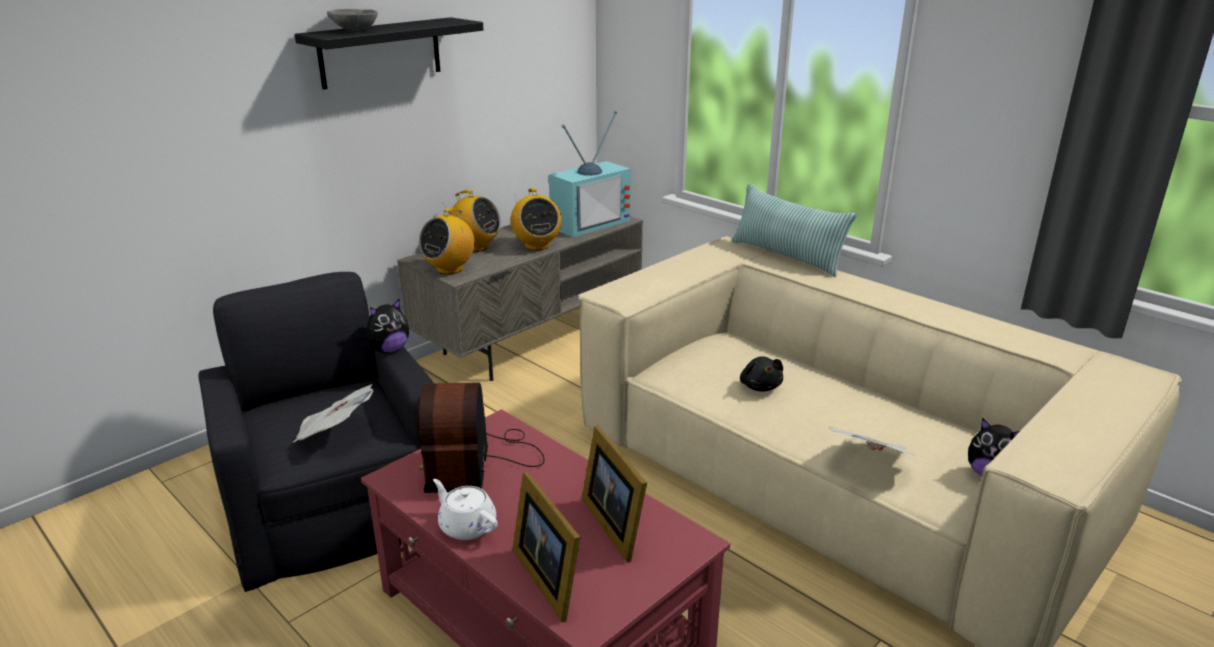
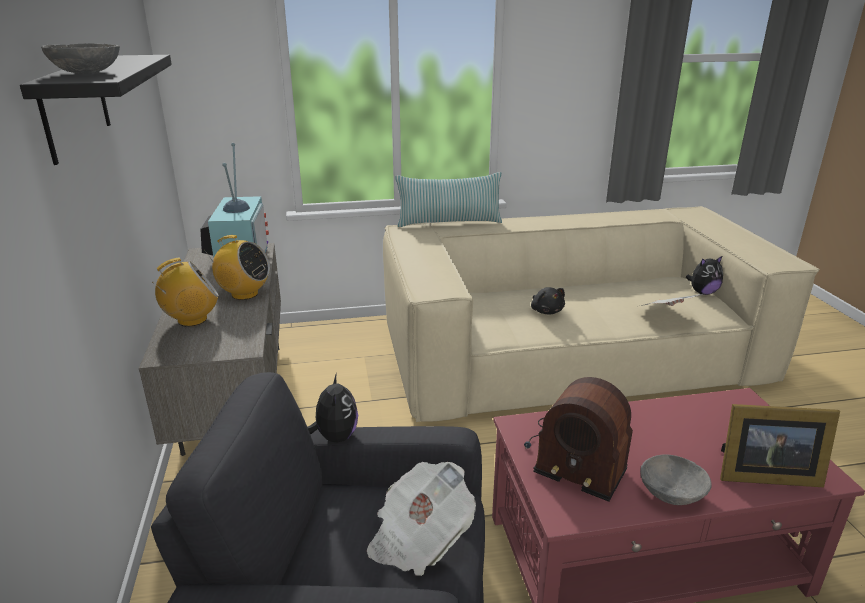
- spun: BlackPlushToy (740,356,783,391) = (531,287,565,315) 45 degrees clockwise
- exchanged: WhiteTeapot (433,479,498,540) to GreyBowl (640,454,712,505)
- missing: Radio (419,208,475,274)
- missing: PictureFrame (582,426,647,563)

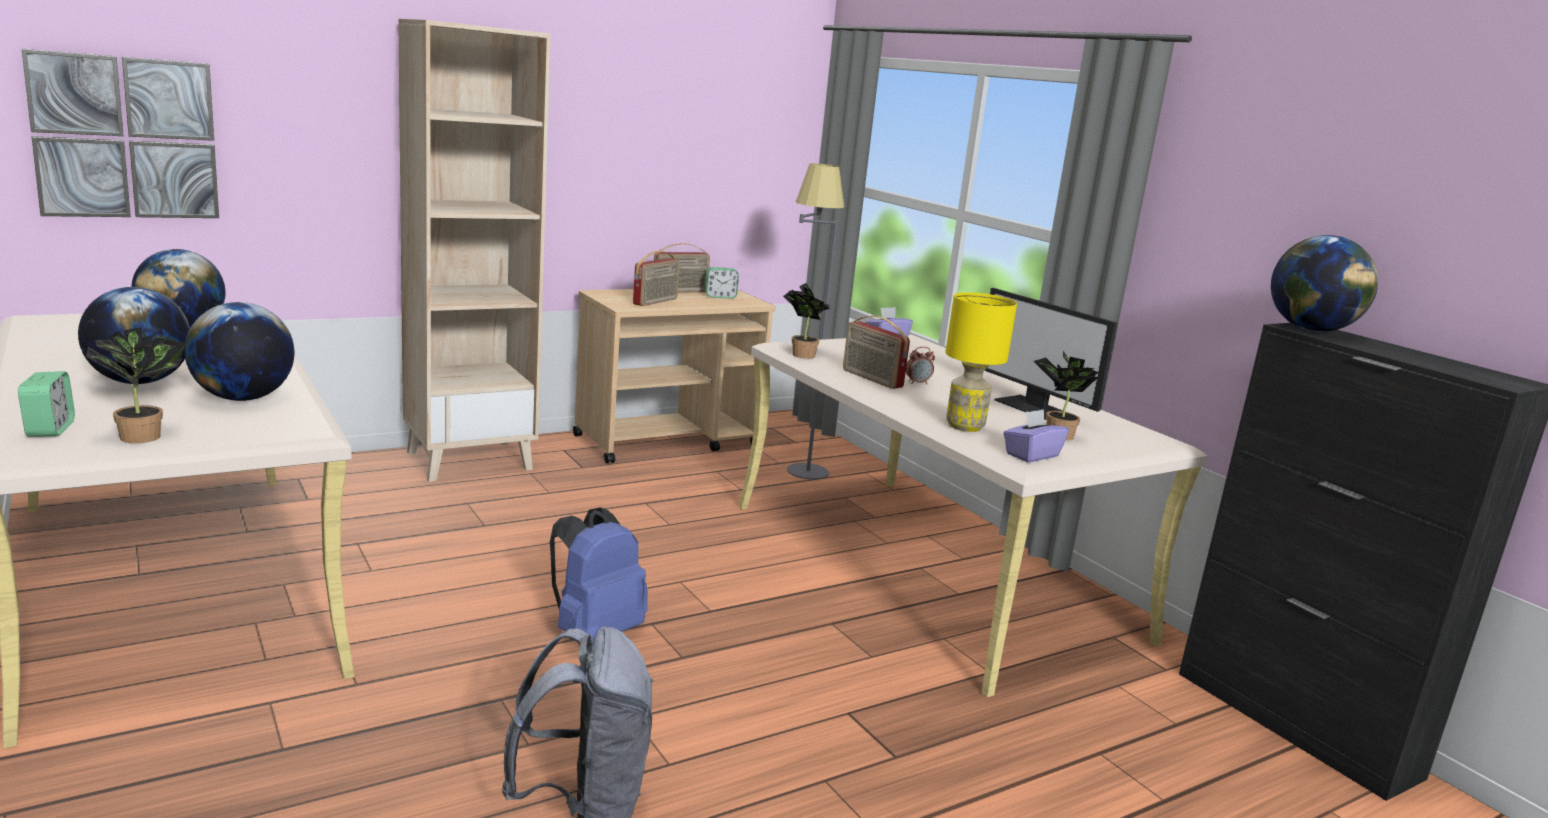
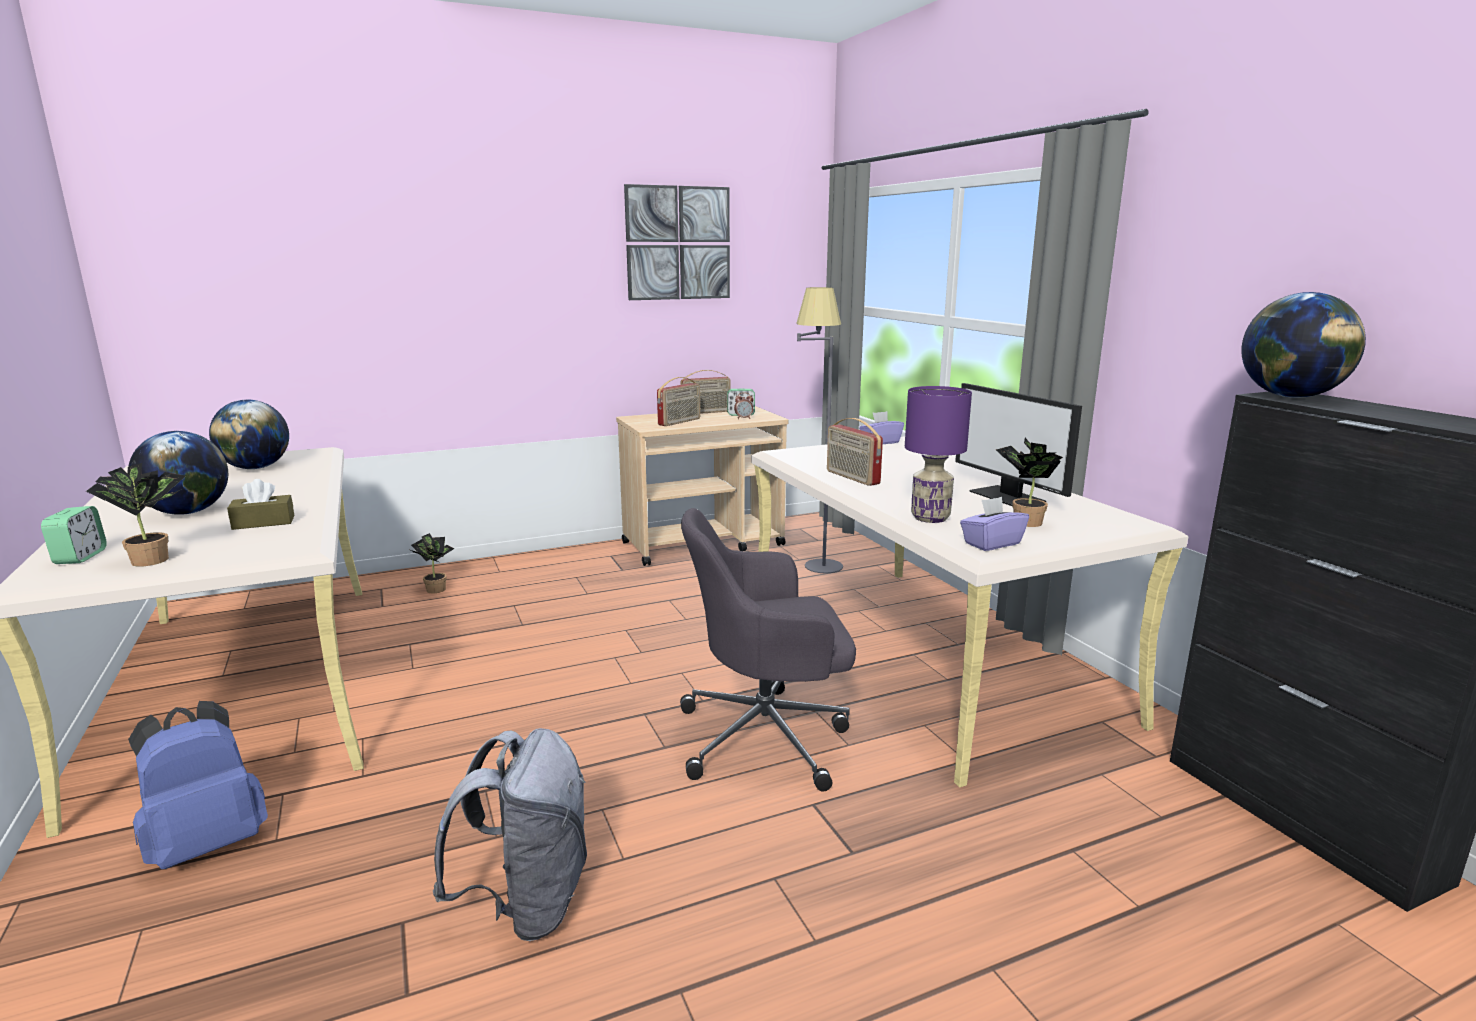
- relocated: BlueBackpack (550,507,648,639) to (128,701,268,869)
- exchanged: Globe (184,302,294,401) to BrownTissueBox (227,479,294,530)
- relocated: PottedPlant (783,283,831,359) to (408,533,455,593)
- relocated: Picture (22,49,219,218) to (624,184,730,300)
- appeared: GreyOfficeChair (680,508,856,791)
- relocated: AlarmClock (906,347,935,384) to (734,392,754,419)
- colour: YellowTableLamp (945,292,1017,432) to PurpleTableLamp (905,386,972,523)
- missing: BeigeBookcase (398,19,551,482)

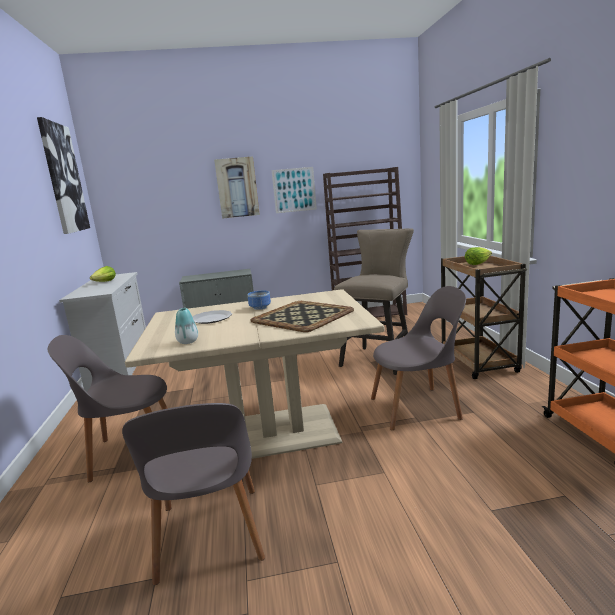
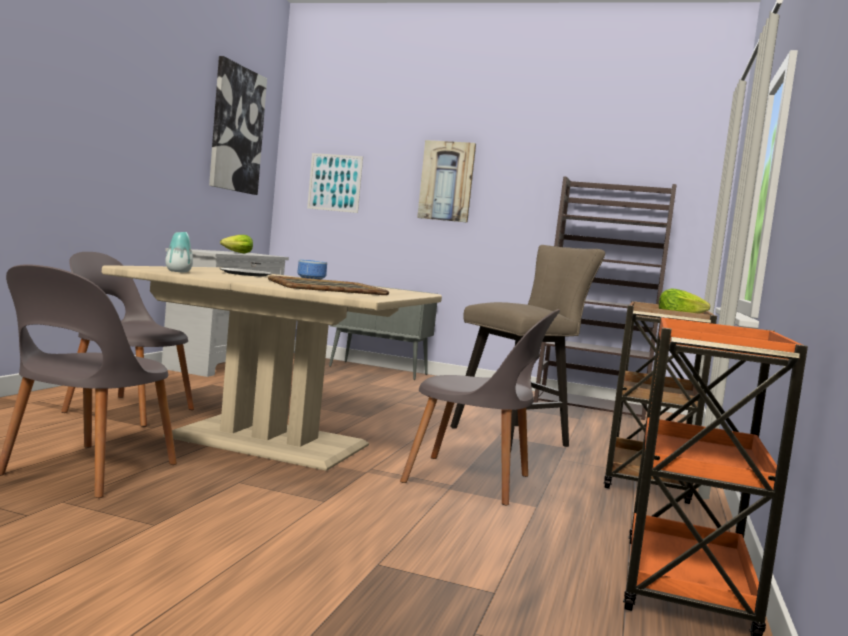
- relocated: Picture (271,167,317,213) to (307,153,363,213)

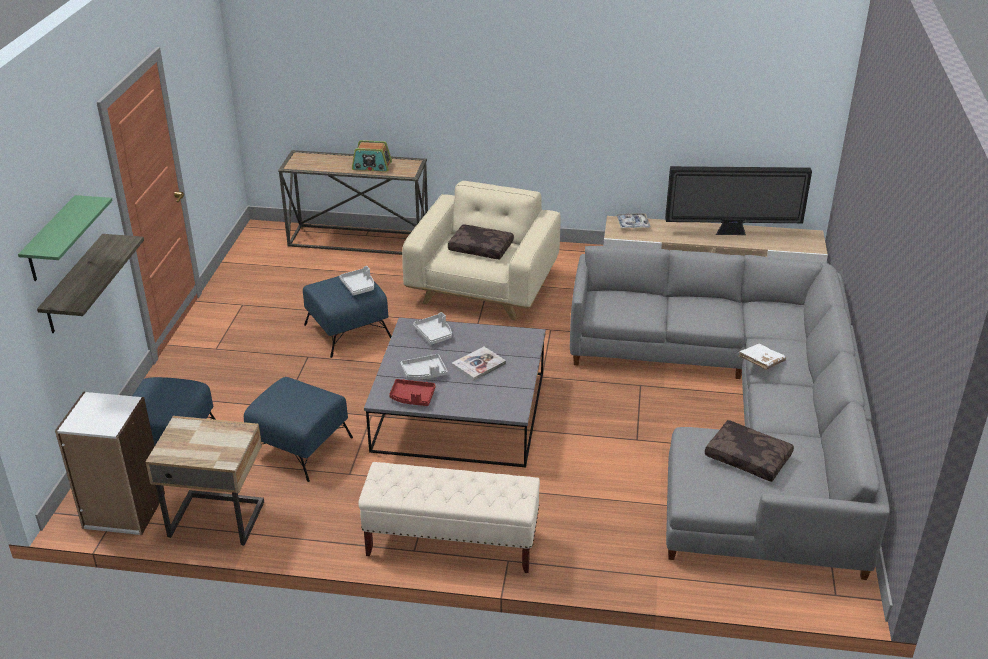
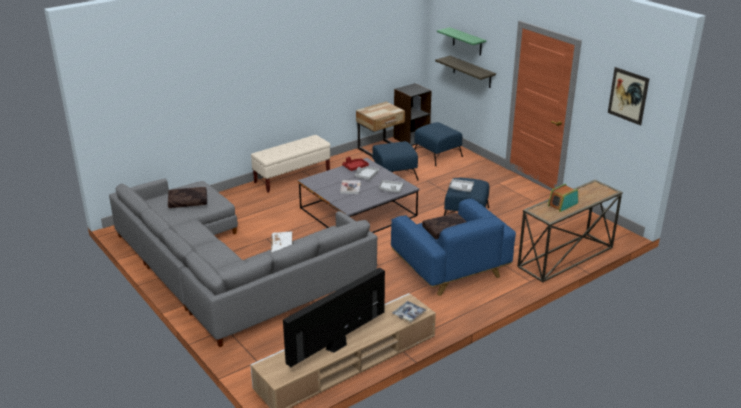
- relocated: WhiteBook (739,343,786,370) to (271,231,292,253)
- colour: BeigeArmchair (402,181,561,320) to BlueArmchair (391,198,516,296)
- colour: WhiteBookcase (55,392,165,535) to BlackBookcase (393,83,432,146)
- appeared: Picture (608,67,649,126)

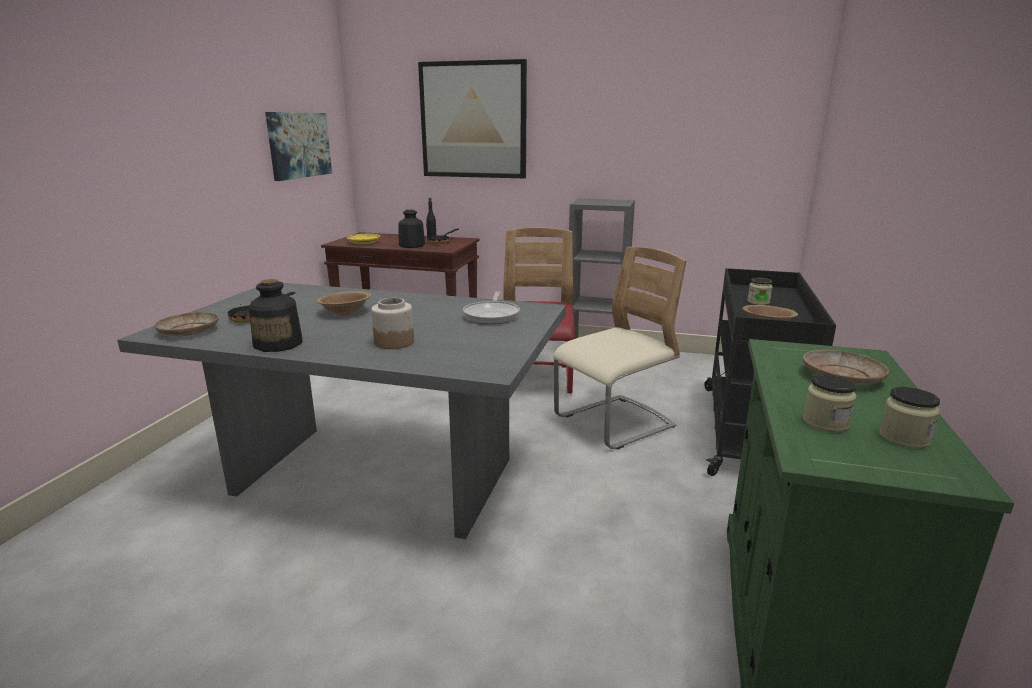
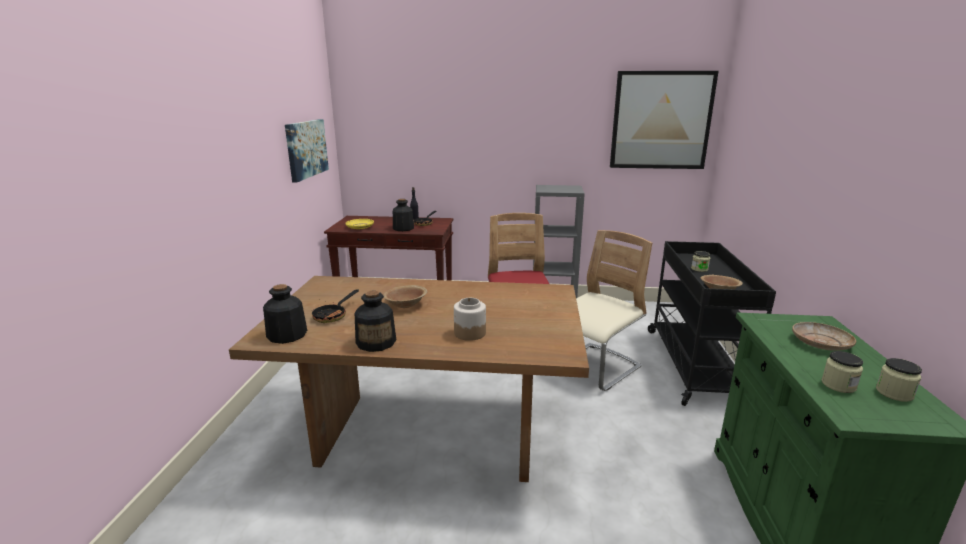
- colour: GreyDiningTable (117,283,566,539) to BrownDiningTable (229,276,589,482)
- exchanged: BeigePlate (154,312,219,336) to Bottle (263,284,307,344)
- relocated: Picture (418,59,527,178) to (610,71,719,169)
- missing: FryingPan (463,291,520,324)

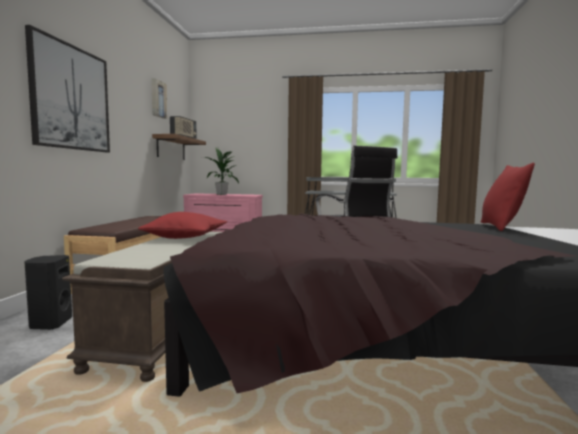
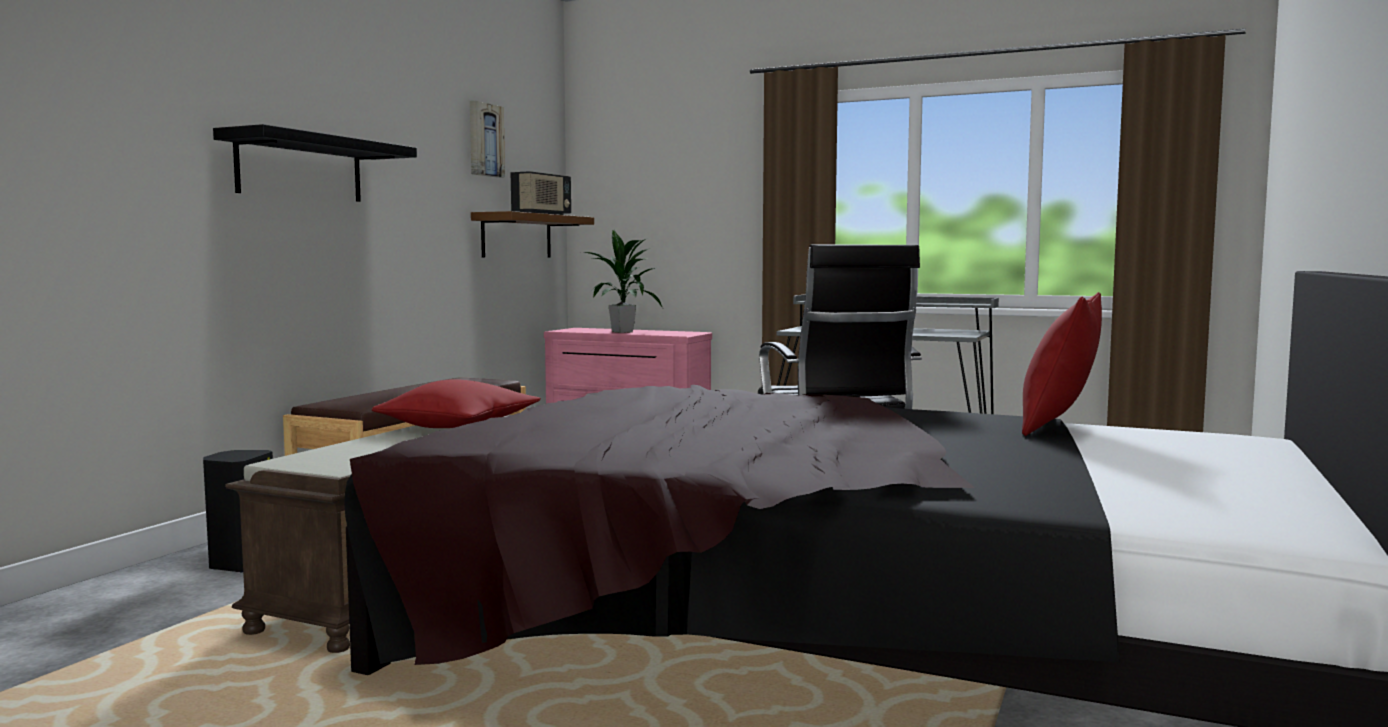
- exchanged: Picture (25,25,110,152) to BlackShelf (213,124,417,202)

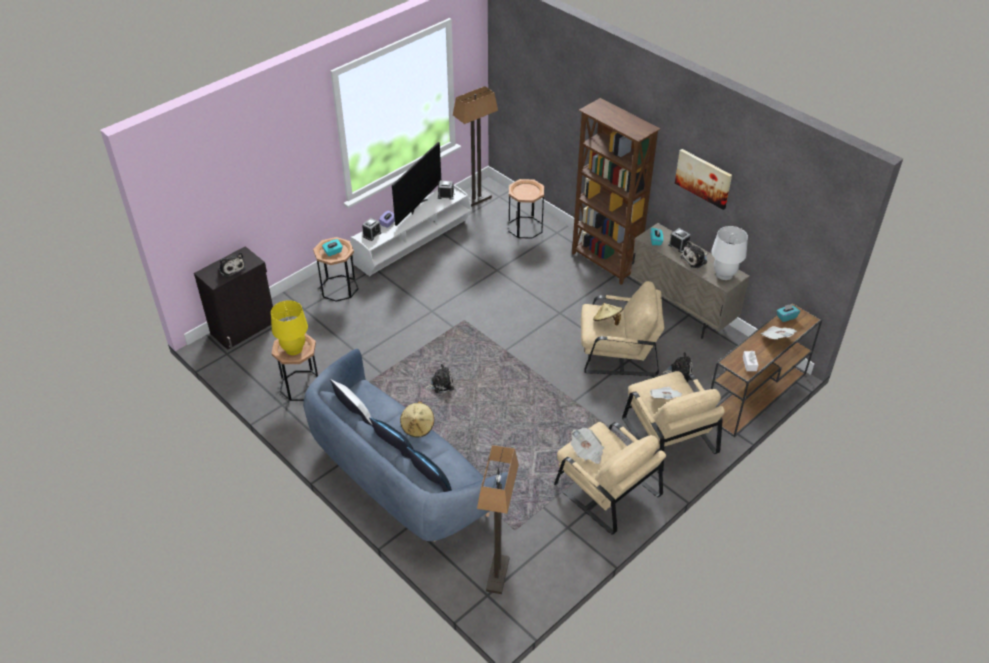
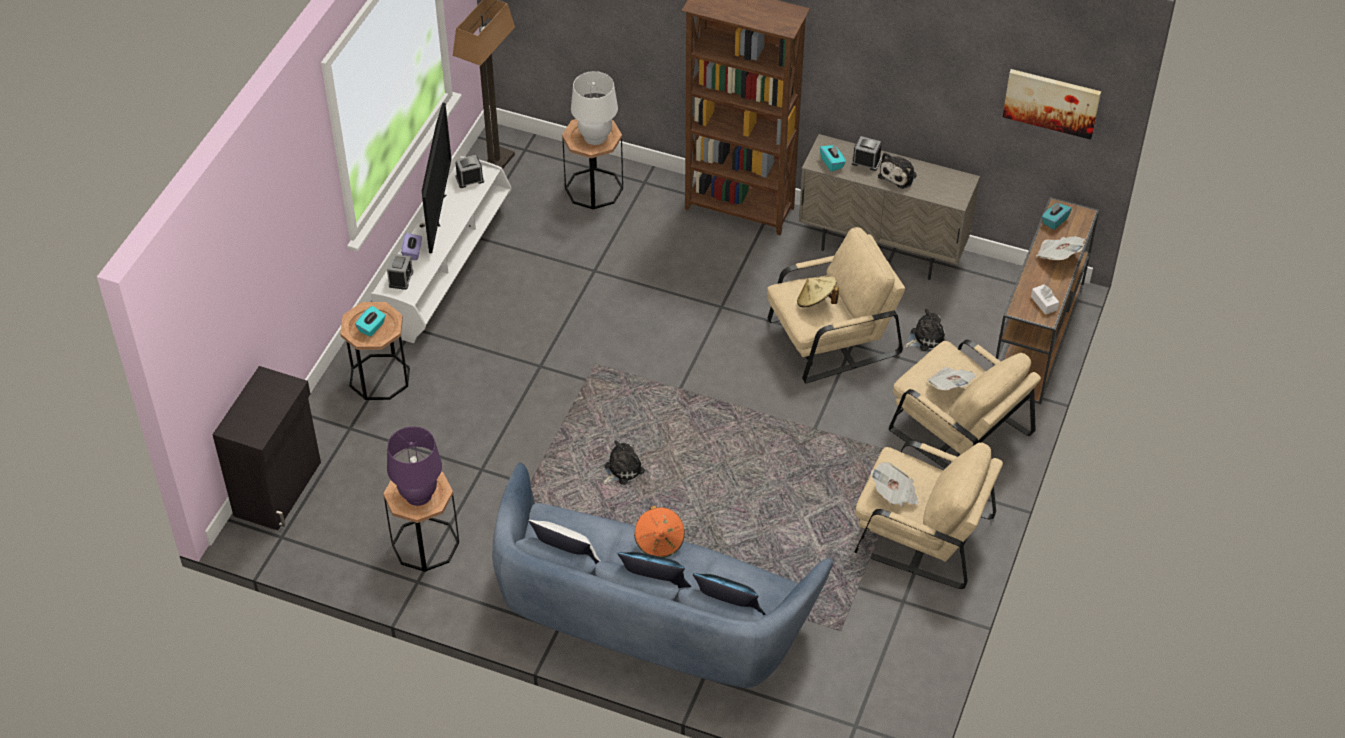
- colour: YellowTableLamp (271,300,308,355) to PurpleTableLamp (387,426,442,506)
- relocated: WhiteTableLamp (711,226,748,280) to (571,71,618,145)
- colour: BeigeHat (400,401,434,438) to OrangeHat (634,506,685,558)
- relocated: Picture (675,149,732,210) to (1003,69,1101,140)
- missing: PlushToy (218,252,246,278)
- missing: FloorLamp (477,445,519,594)

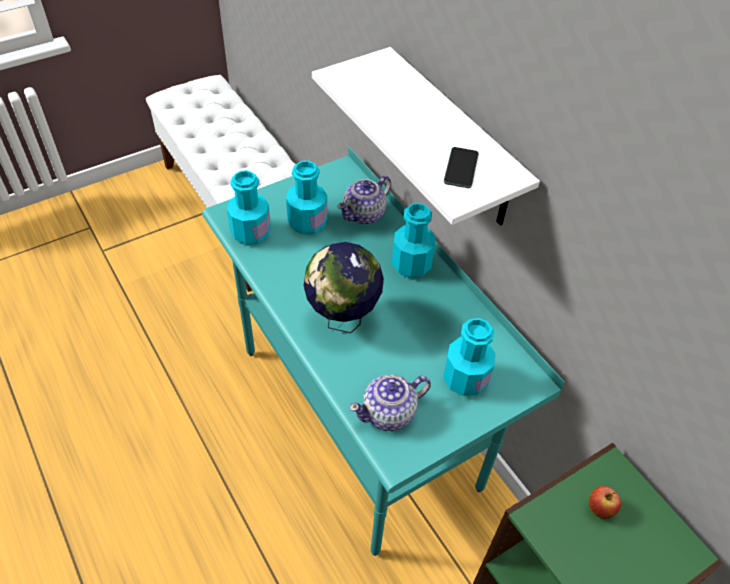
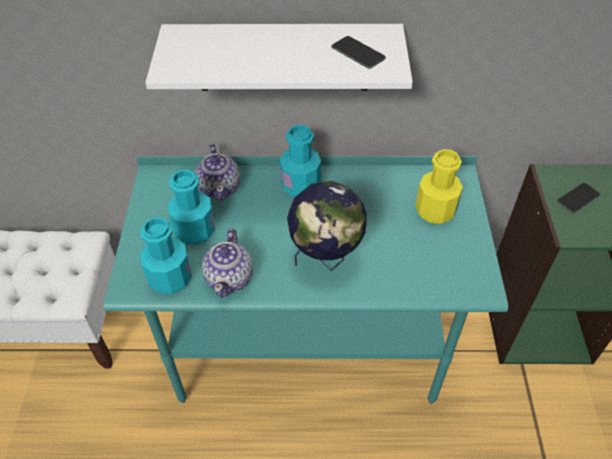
- relocated: Teapot (349,374,431,431) to (202,228,253,298)
- colour: TurquoiseBottle (443,318,496,396) to YellowBottle (416,149,463,224)
- exchanged: Apple (589,486,622,519) to Phone (557,183,600,213)

